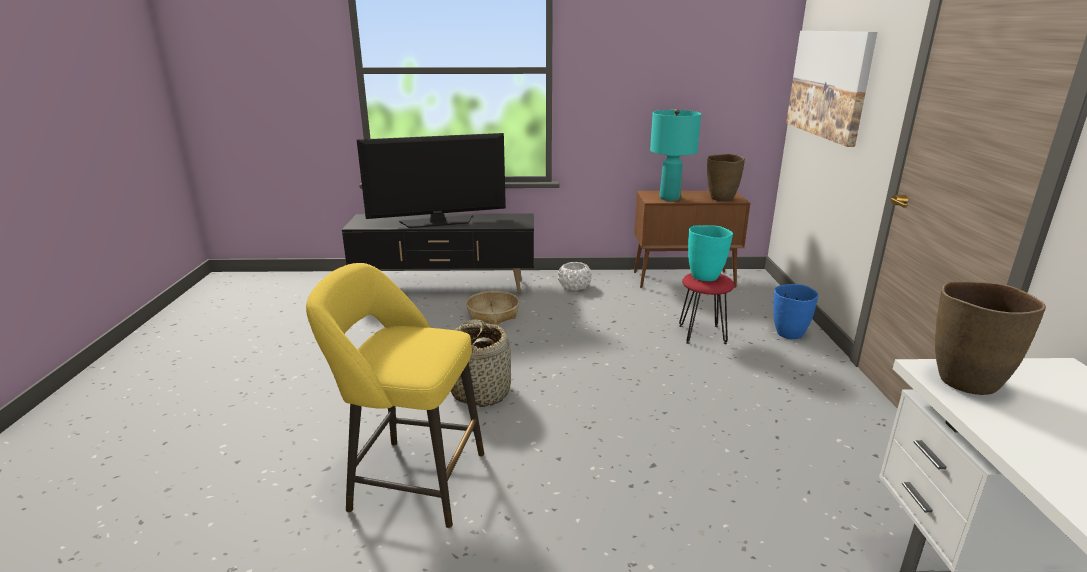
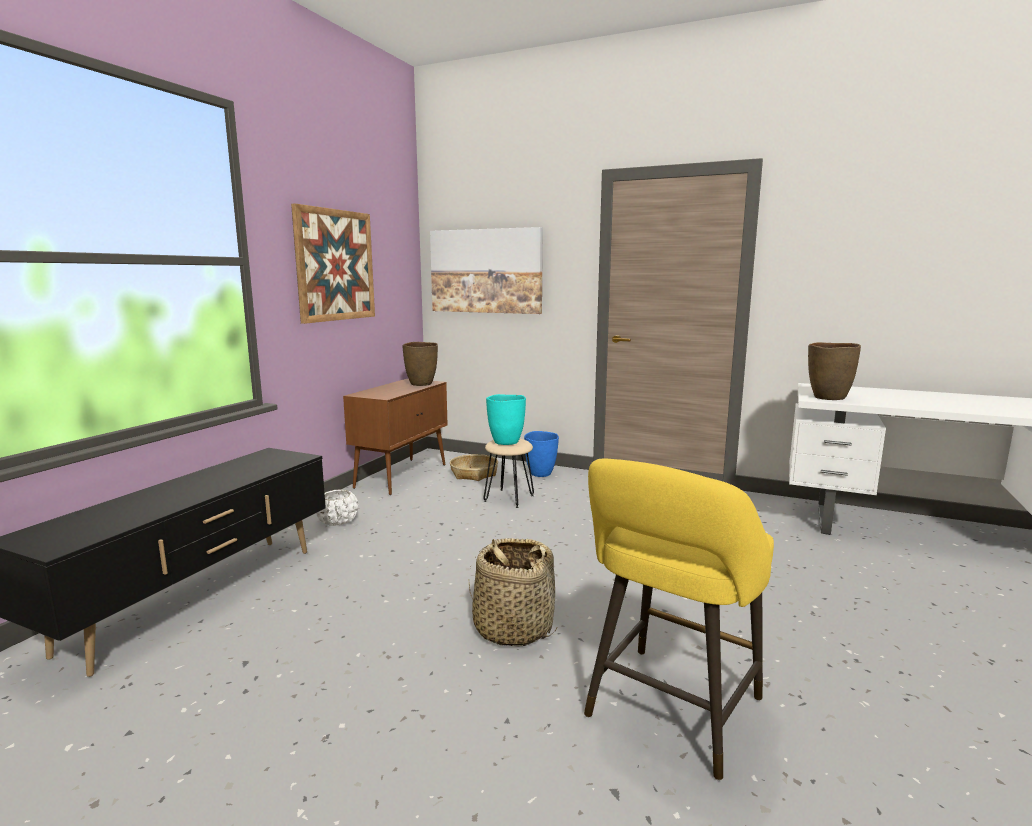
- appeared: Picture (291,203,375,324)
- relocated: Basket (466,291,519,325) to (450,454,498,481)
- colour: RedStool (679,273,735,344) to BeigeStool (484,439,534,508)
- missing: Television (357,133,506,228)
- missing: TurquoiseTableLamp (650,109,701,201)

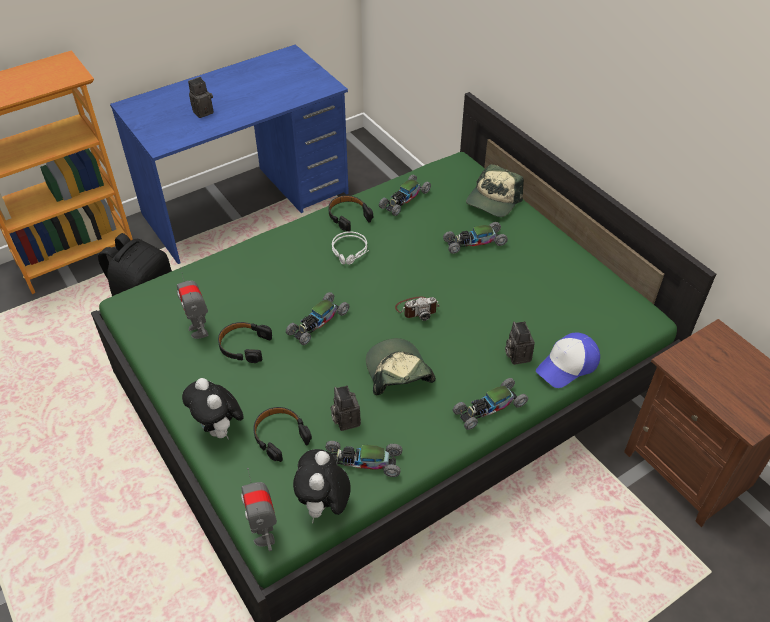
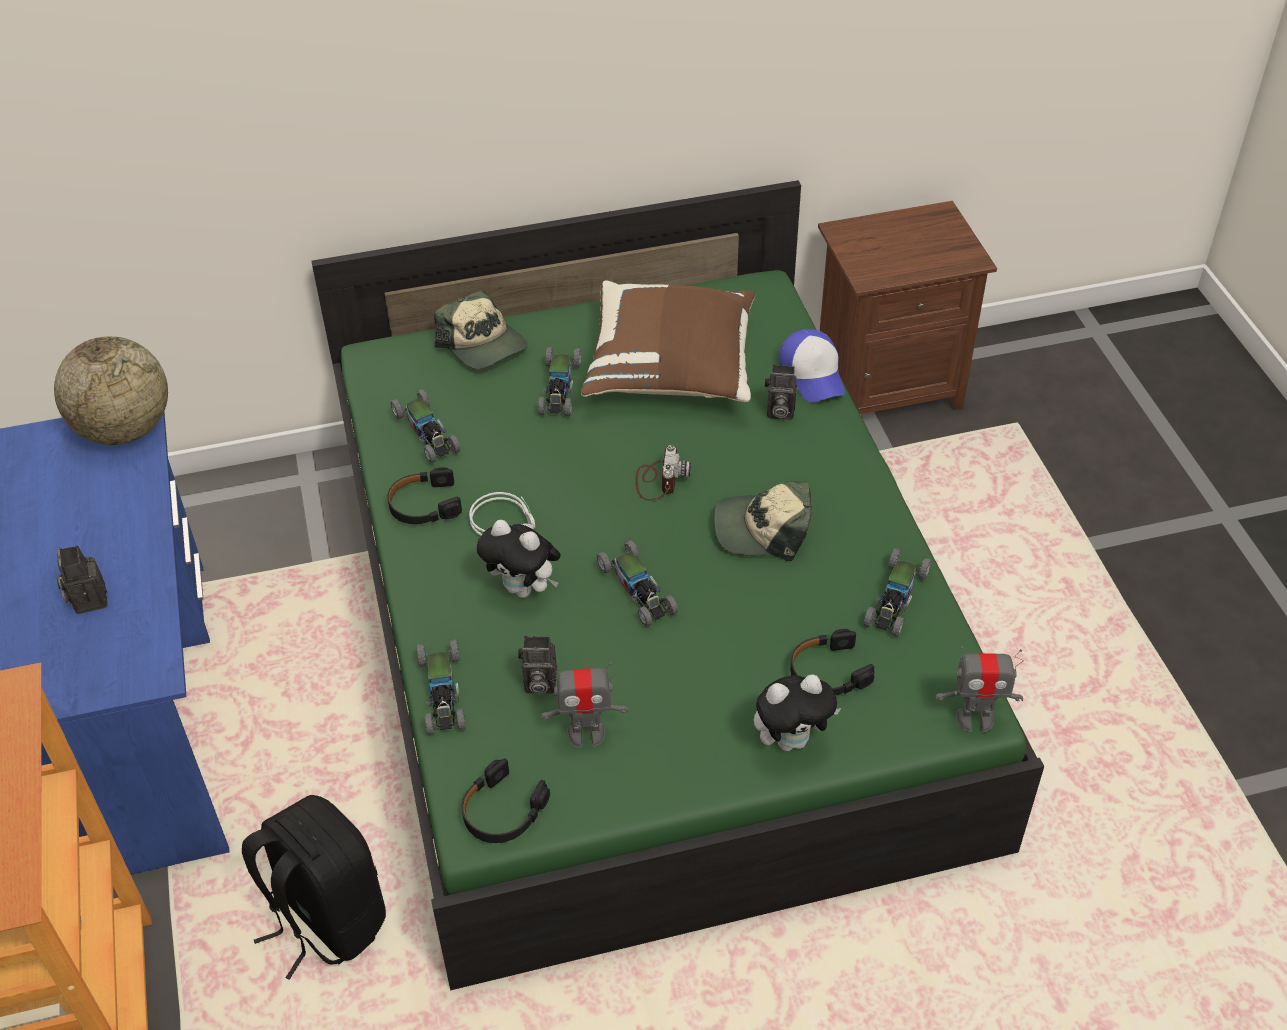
- appeared: Globe (54,336,168,445)
- relocated: ToyCar (453,378,528,430) to (416,639,465,735)
- relocated: BlackHeadphones (218,322,272,363) to (462,758,550,843)
- relocated: PlushToy (293,449,351,523) to (477,520,561,598)
- relocated: PhotoCamera (331,385,361,431) to (518,636,557,694)
- appeared: BrownPillow (581,280,755,402)

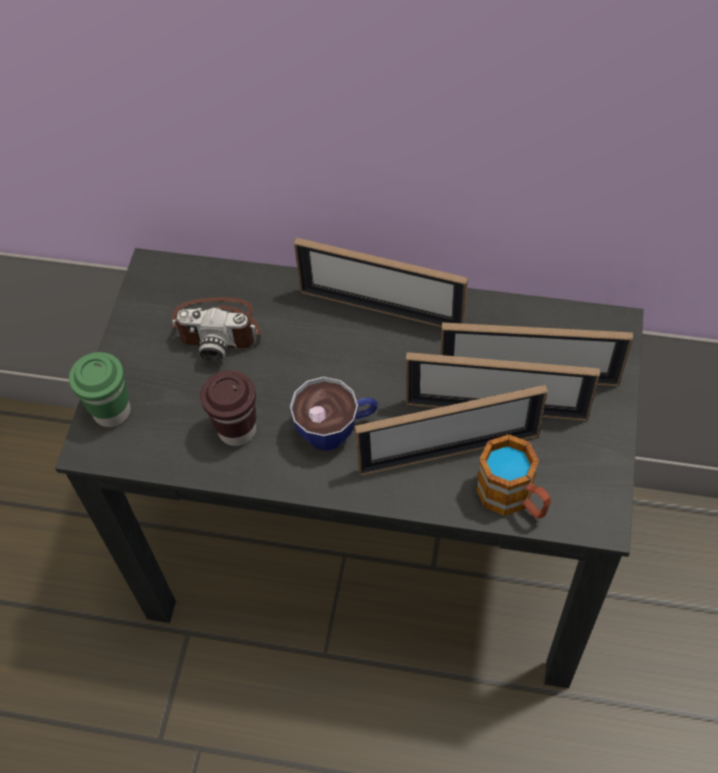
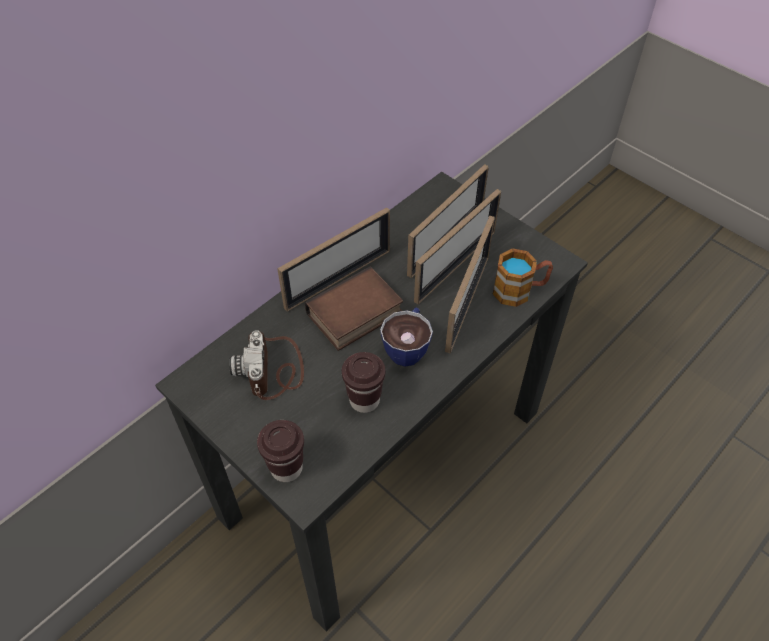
- spun: PhotoCamera (170,297,262,362) = (229,330,304,400) 135 degrees clockwise
- colour: GreenCup (69,352,130,427) to BrownCup (257,420,304,482)
- appeared: Book (305,267,403,351)

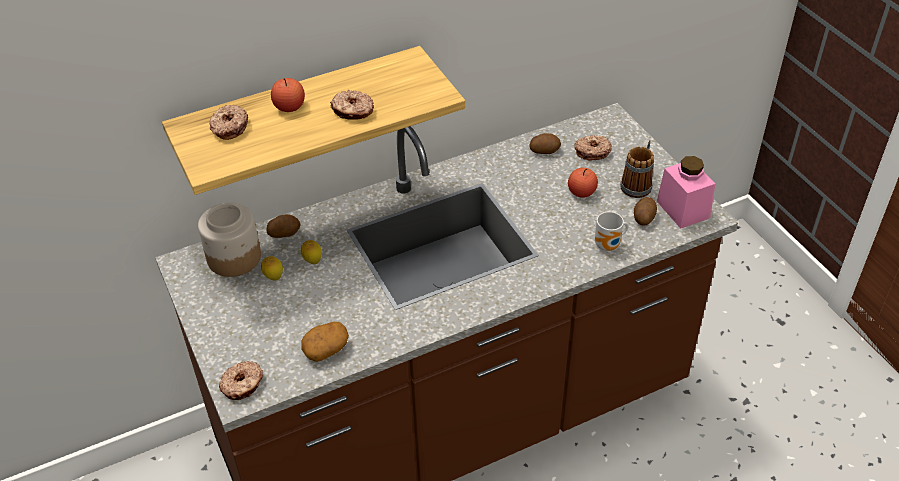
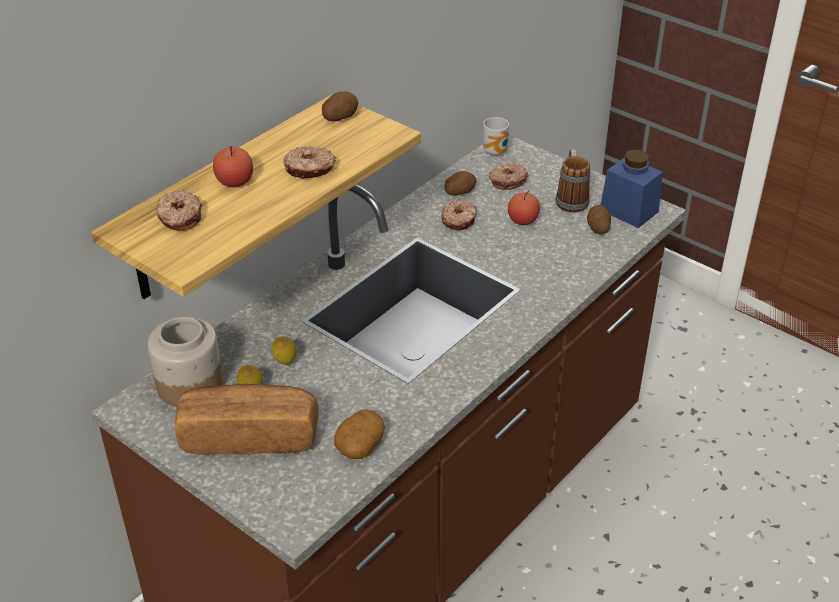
- appeared: Bread (175,384,319,455)
- relocated: Potato (266,215,301,238) to (322,91,358,121)
- relocated: Donut (219,361,263,400) to (441,199,477,231)
- relocated: Mug (595,212,628,251) to (483,117,510,156)
- colour: PinkJar (657,156,715,229) to BlueJar (601,149,663,228)

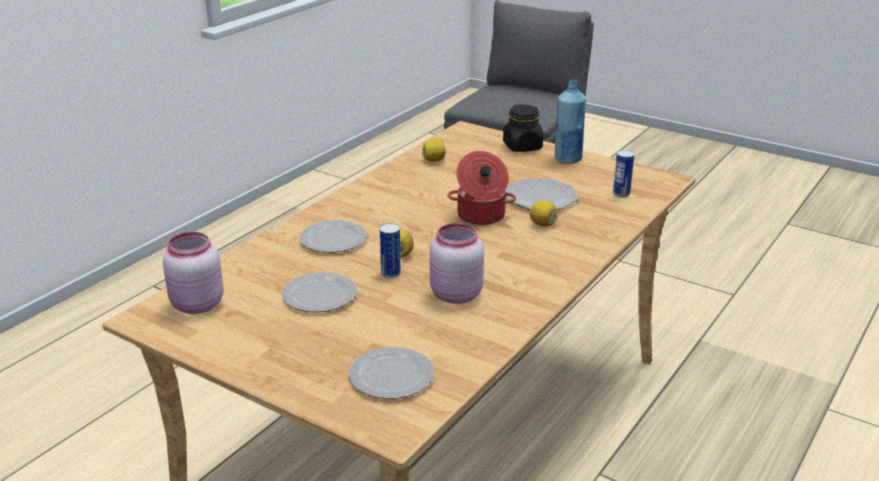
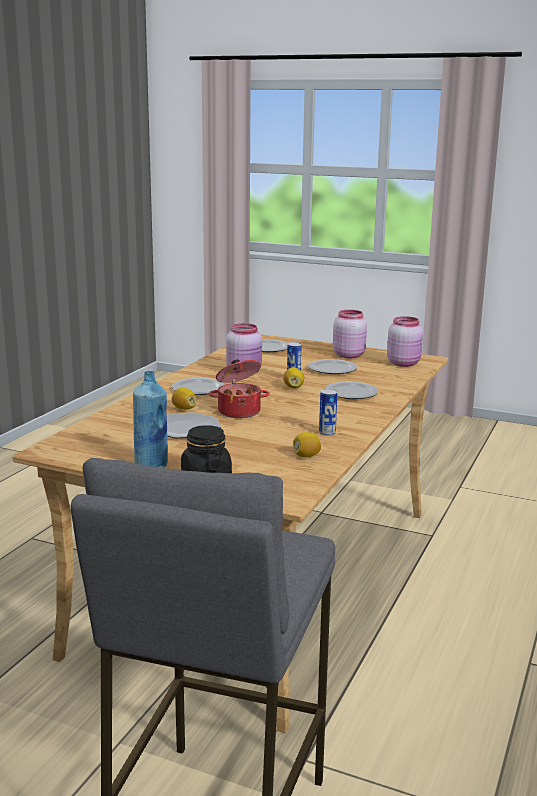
- appeared: Plate (172,378,224,395)
- relocated: Can (613,150,634,197) to (319,389,337,436)
- appeared: PinkJar (333,310,367,358)

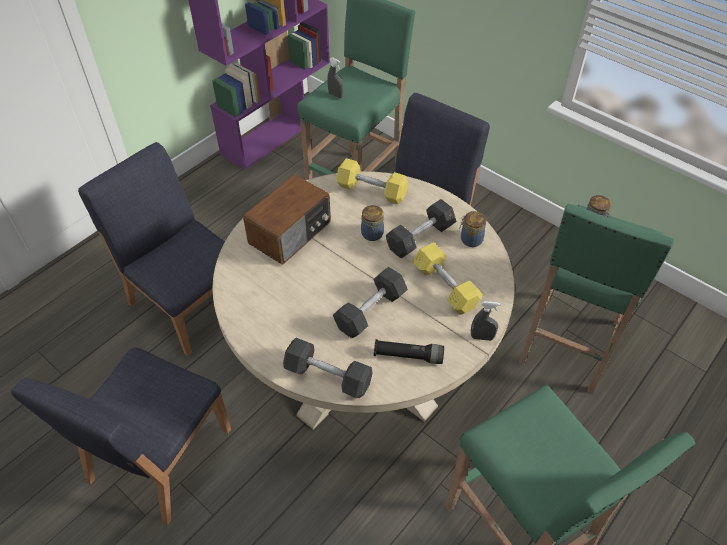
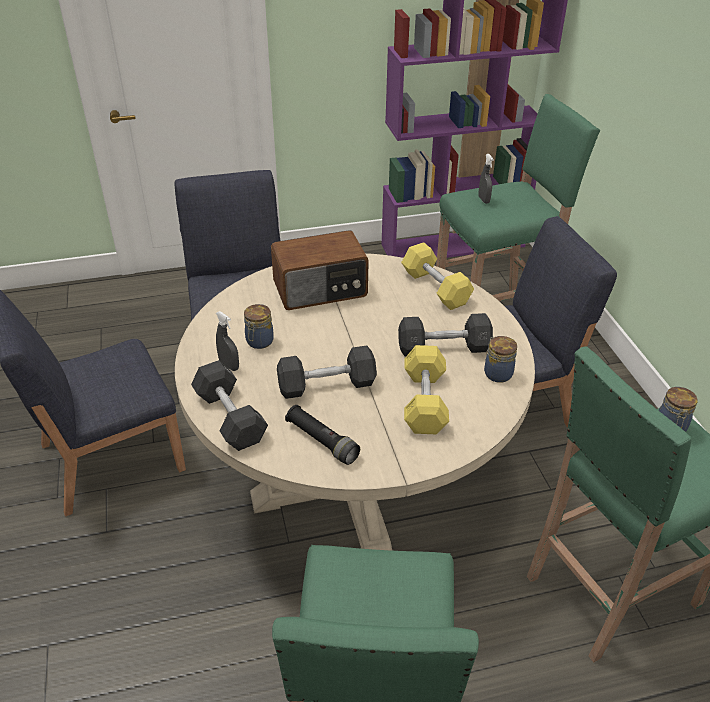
- relocated: GreySprayBottle (471,301,501,341) to (216,311,239,371)
- relocated: Jar (361,205,384,241) to (244,304,274,349)

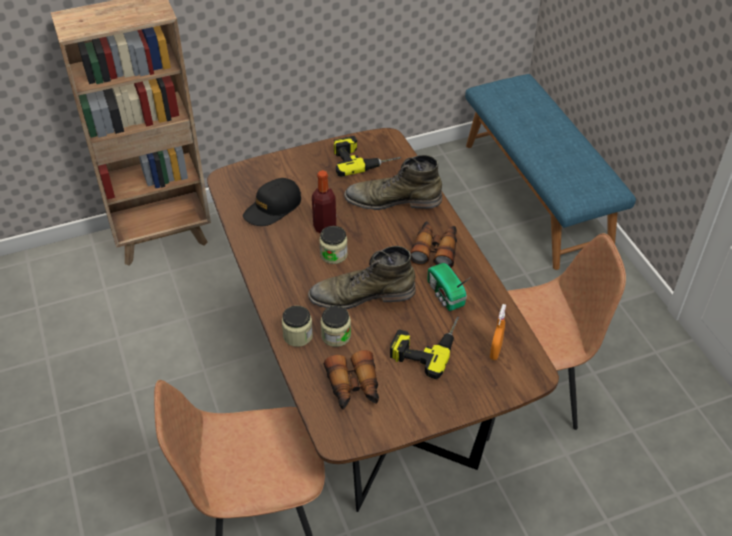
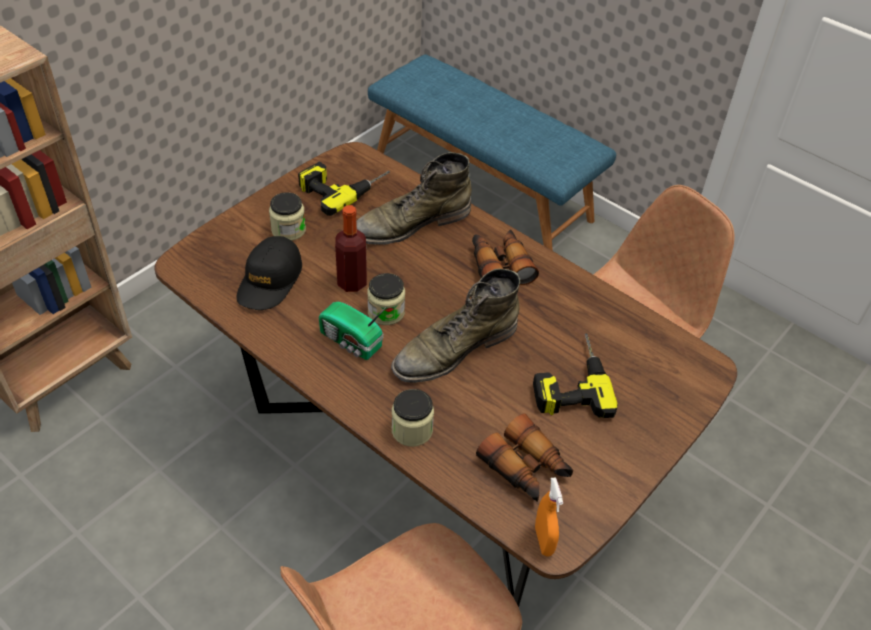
- relocated: Jar (320,305,351,347) to (269,192,306,241)
- relocated: Radio (427,263,471,311) to (319,302,387,360)
- relocated: OrangeSprayBottle (490,304,506,360) to (535,477,563,556)

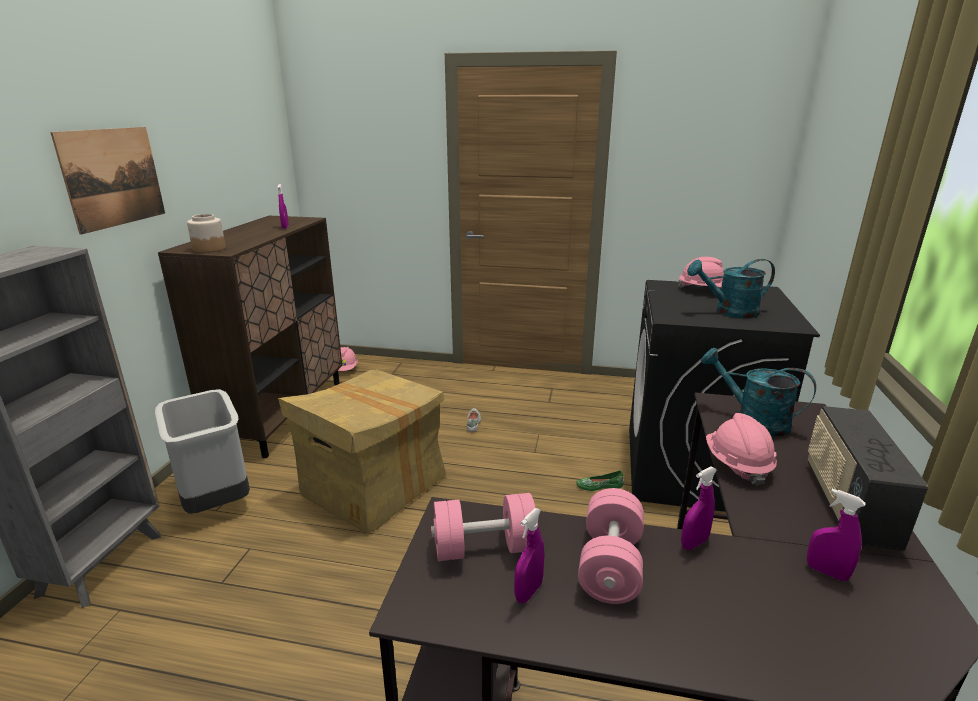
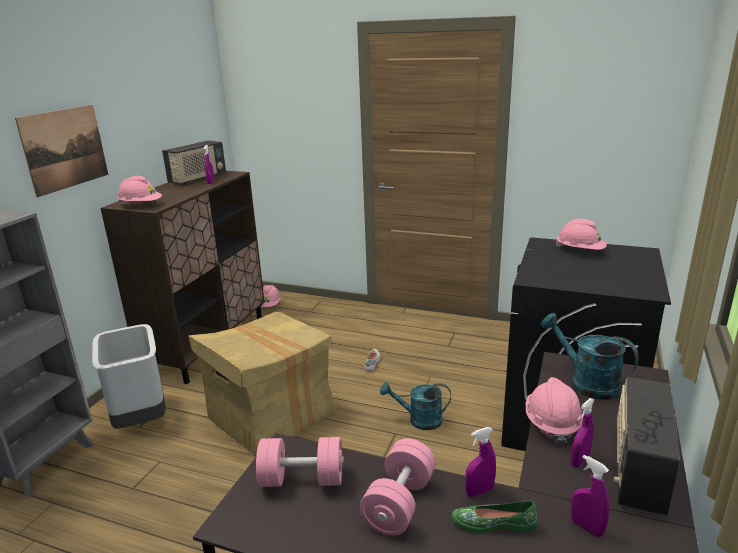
- exchanged: Jar (187,214,226,253) to PinkHardHat (118,176,162,205)
- appeared: Radio (162,140,226,185)
- relocated: TurquoiseWateringCan (687,259,775,318) to (380,382,451,430)
- relocated: GreenShoe (576,471,624,491) to (451,500,538,533)
- relocated: PurpleSprayBottle (514,508,544,604) to (571,398,594,467)

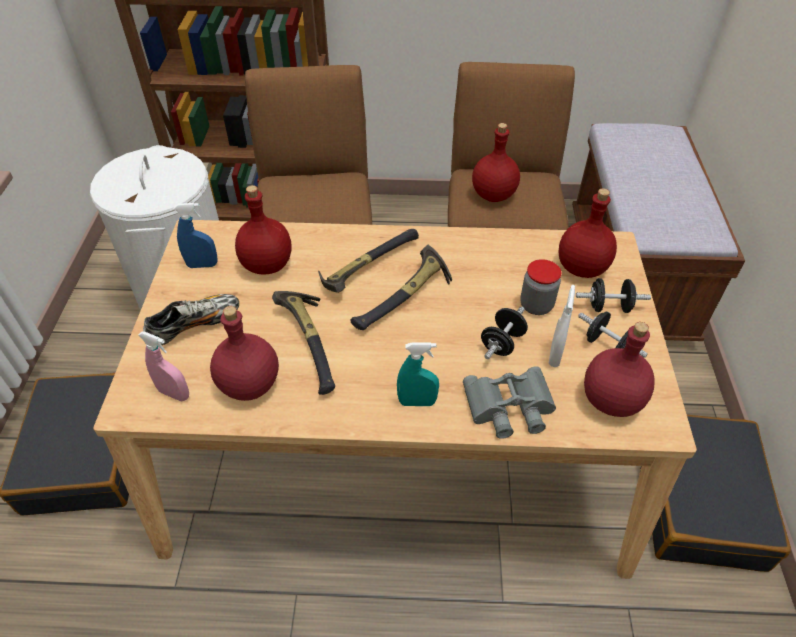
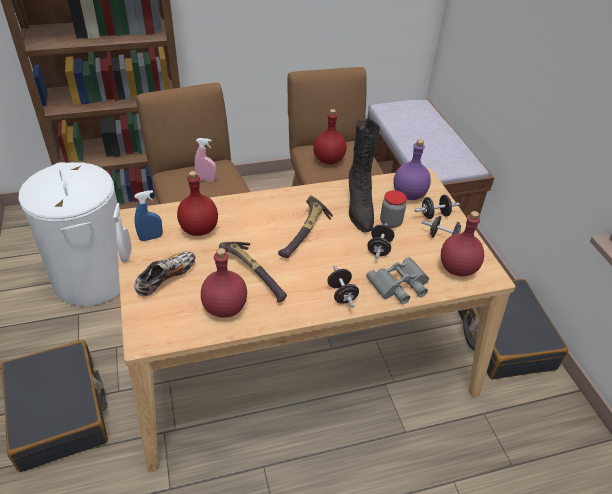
- relocated: WhiteSprayBottle (549,285,575,367) to (113,203,132,262)
- relocated: PinkSprayBottle (138,331,189,401) to (195,138,217,182)
- exchanged: TurquoiseSprayBottle (397,342,439,406) to BlackDumbbell (327,266,359,308)
- appeared: BlackBoot (349,118,380,233)
- colour: RedBottle (558,188,617,278) to PurpleBottle (393,139,431,200)
- missing: Hammer (318,229,419,293)

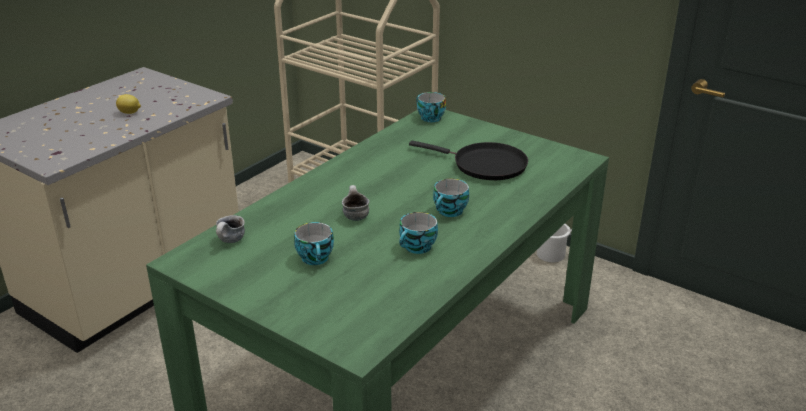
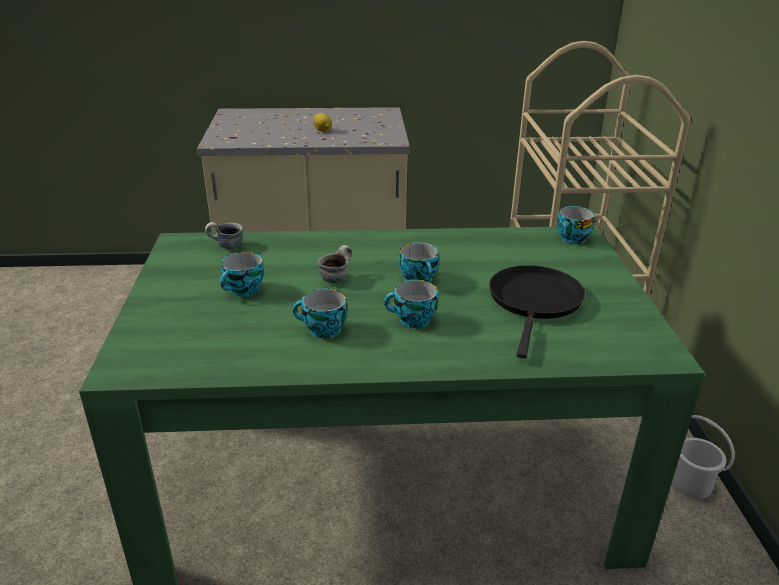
- appeared: Cup (399,243,439,282)
- spun: BlackFryingPan (409,141,528,180) = (489,265,585,358) 150 degrees counterclockwise

